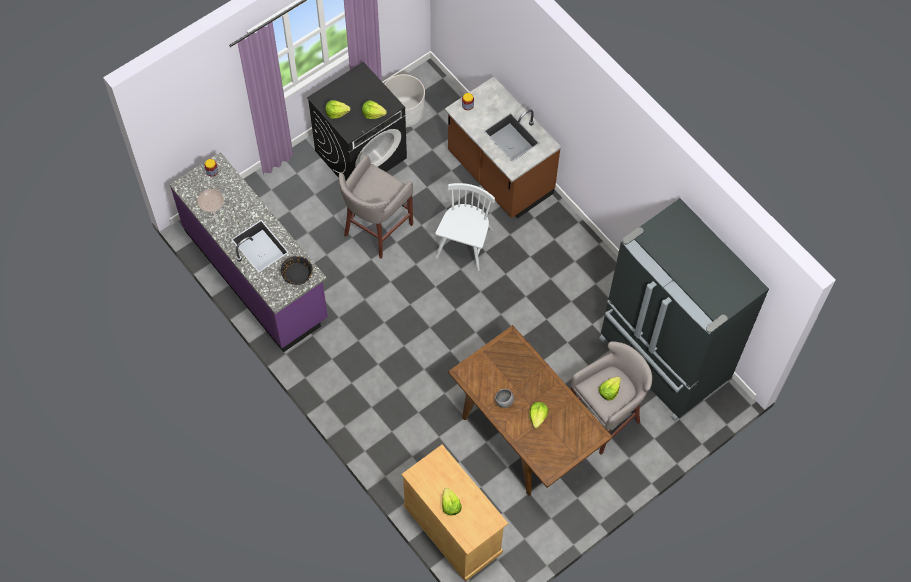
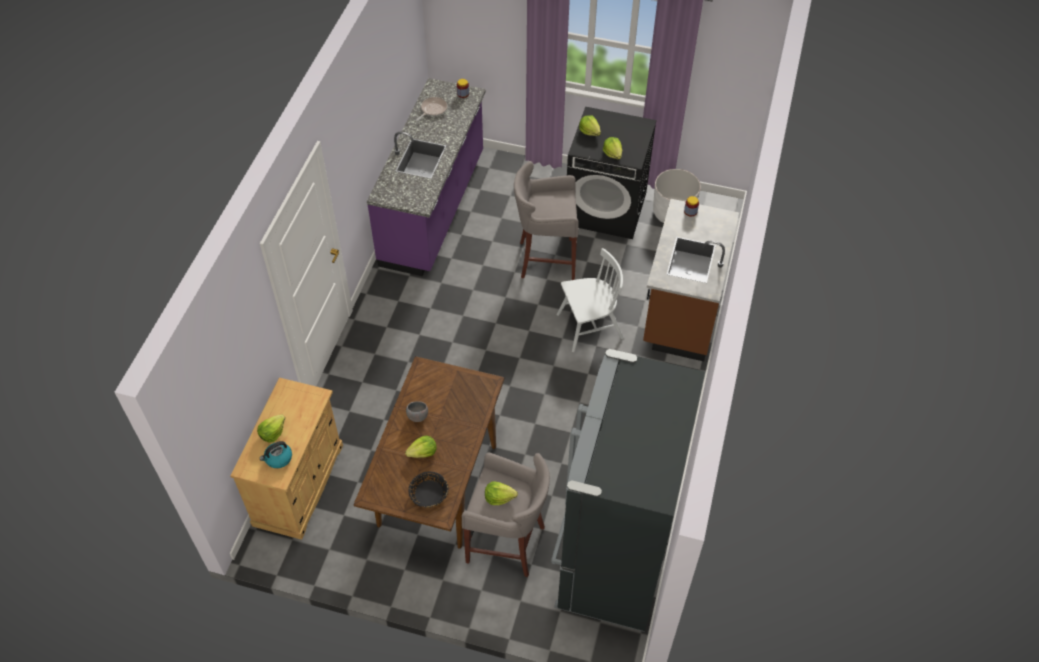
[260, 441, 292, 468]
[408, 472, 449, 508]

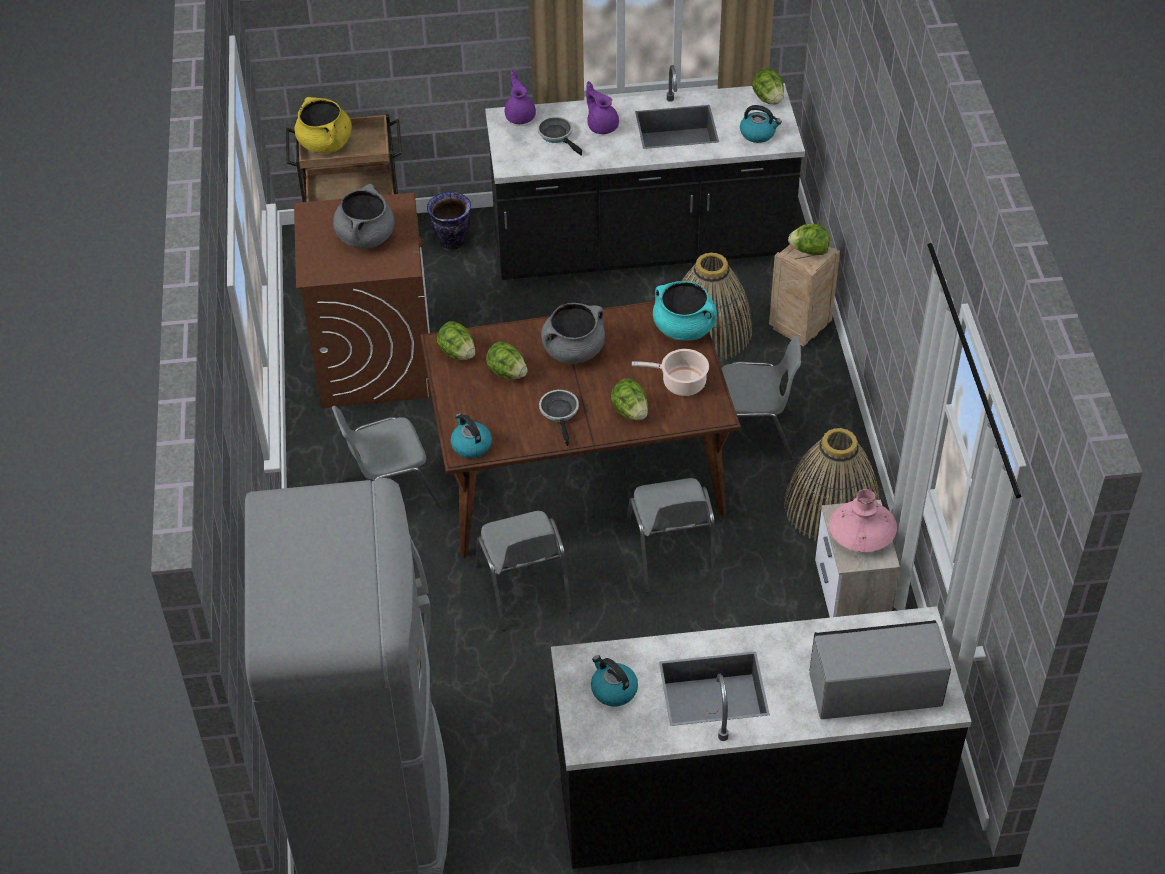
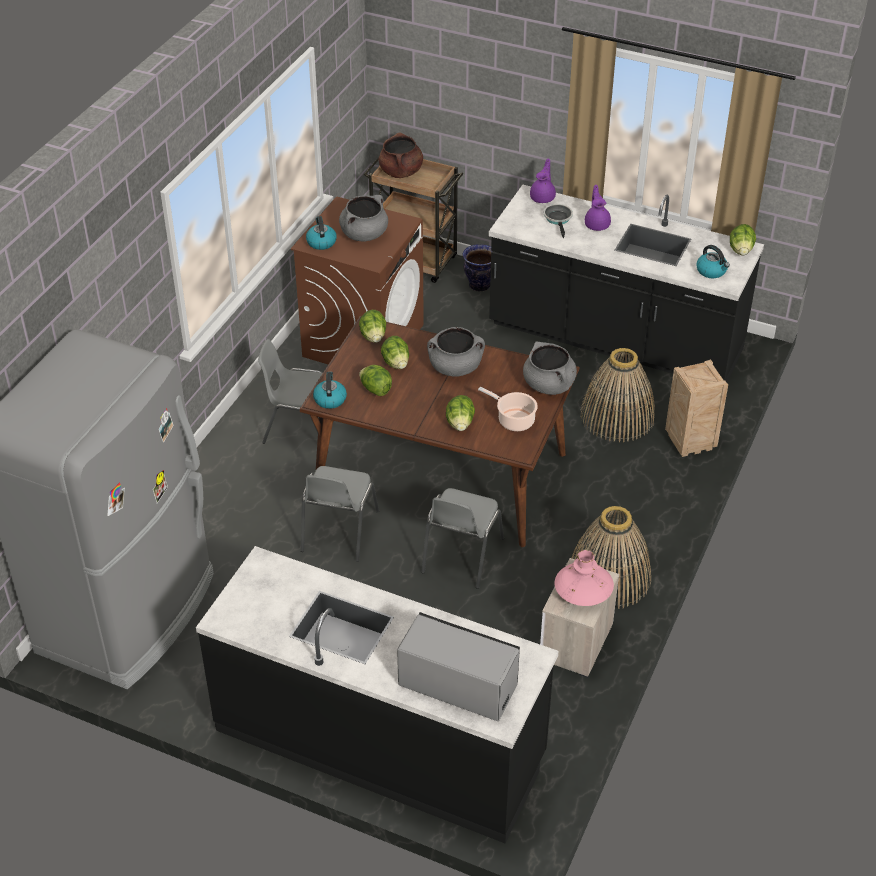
[306, 216, 337, 250]
[359, 365, 392, 396]
[379, 132, 423, 178]
[523, 342, 577, 395]
[539, 390, 579, 446] (first image)
[722, 335, 801, 460] (first image)

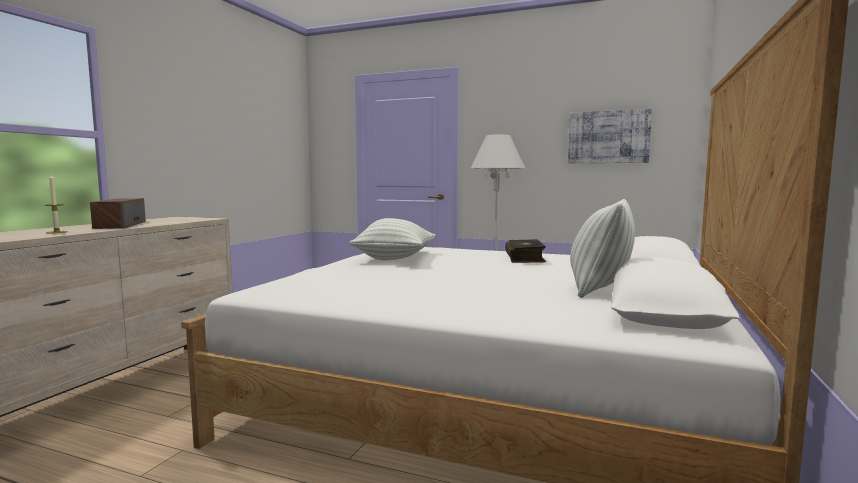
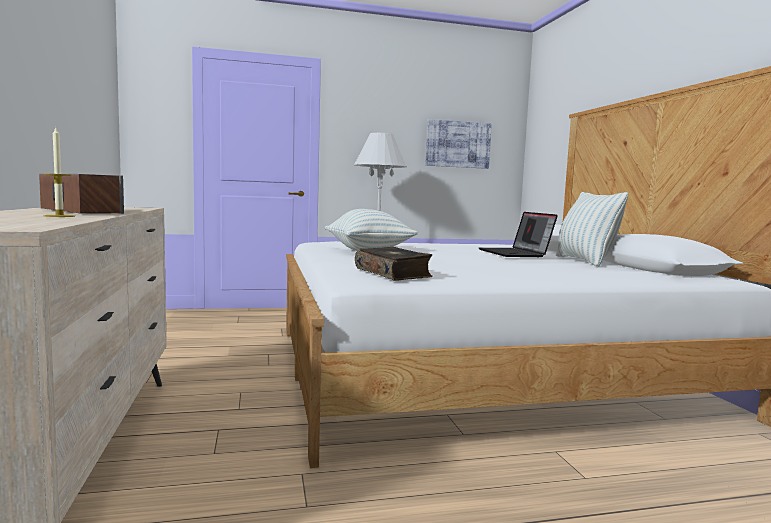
[355, 247, 433, 281]
[479, 212, 558, 257]

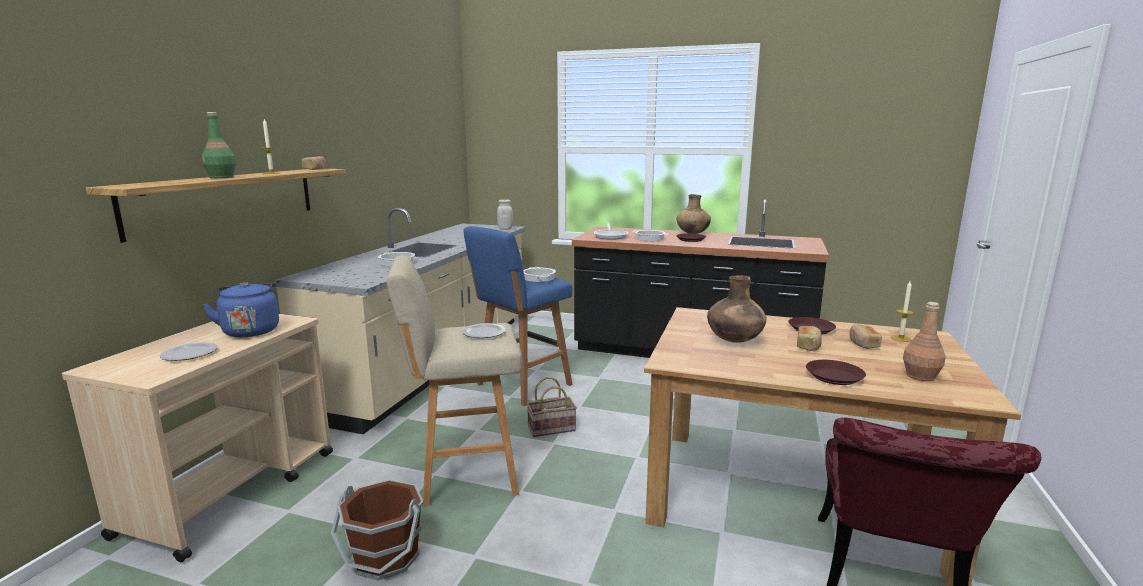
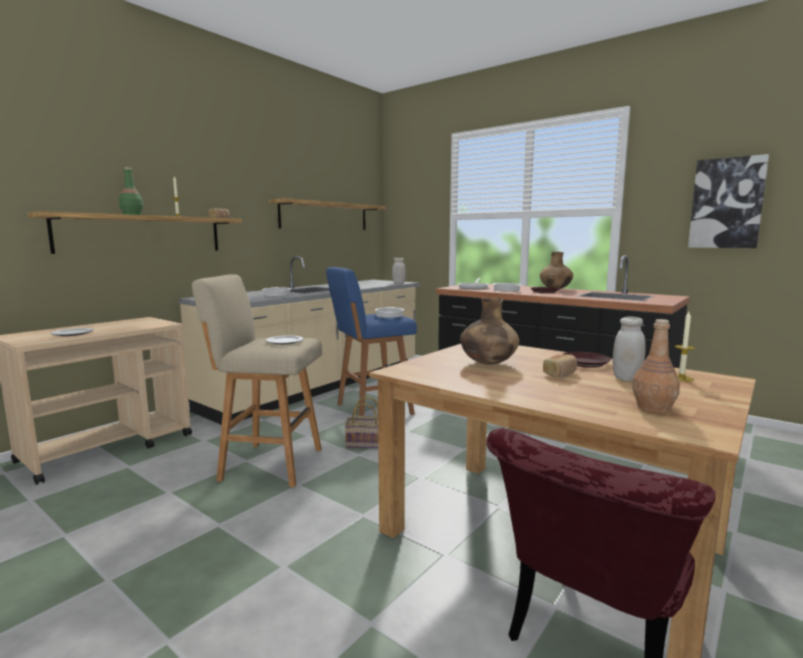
[269, 198, 386, 230]
[613, 317, 646, 381]
[688, 154, 769, 248]
[202, 282, 279, 337] (first image)
[331, 479, 423, 581] (first image)
[806, 360, 866, 385] (first image)

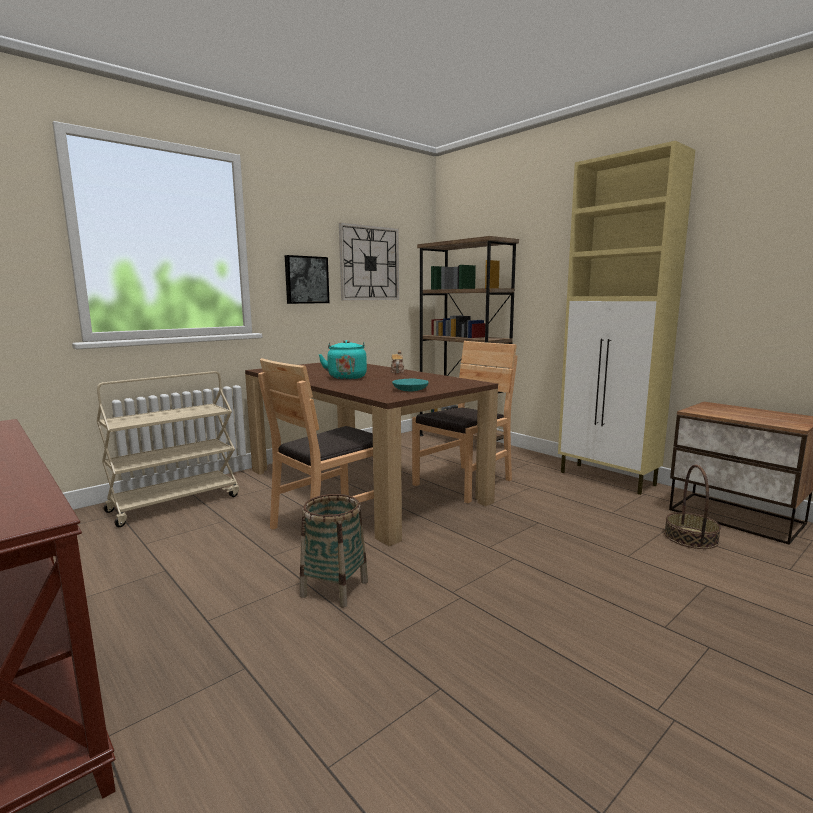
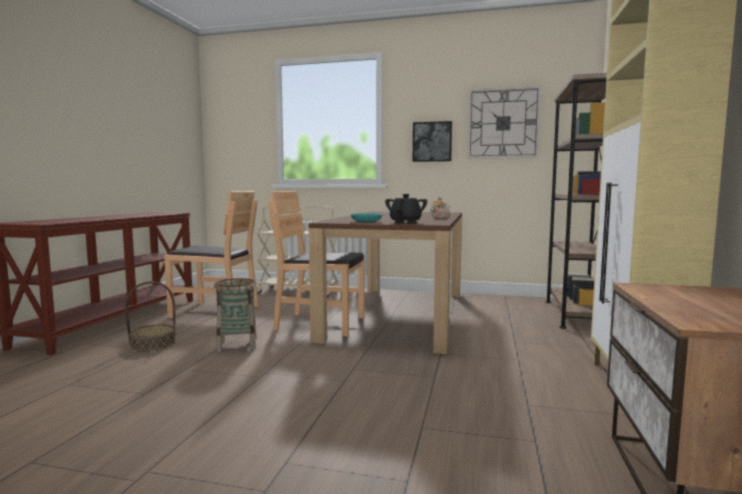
[125, 281, 175, 351]
[164, 191, 259, 318]
[385, 194, 427, 224]
[318, 340, 367, 380] (first image)

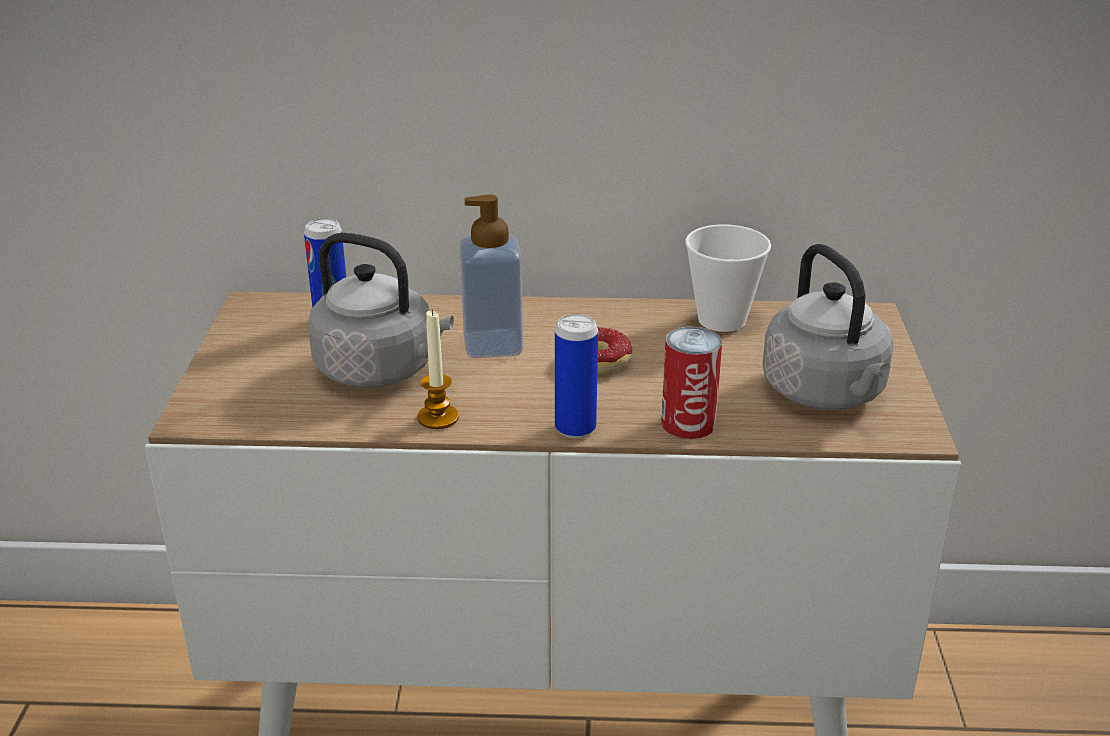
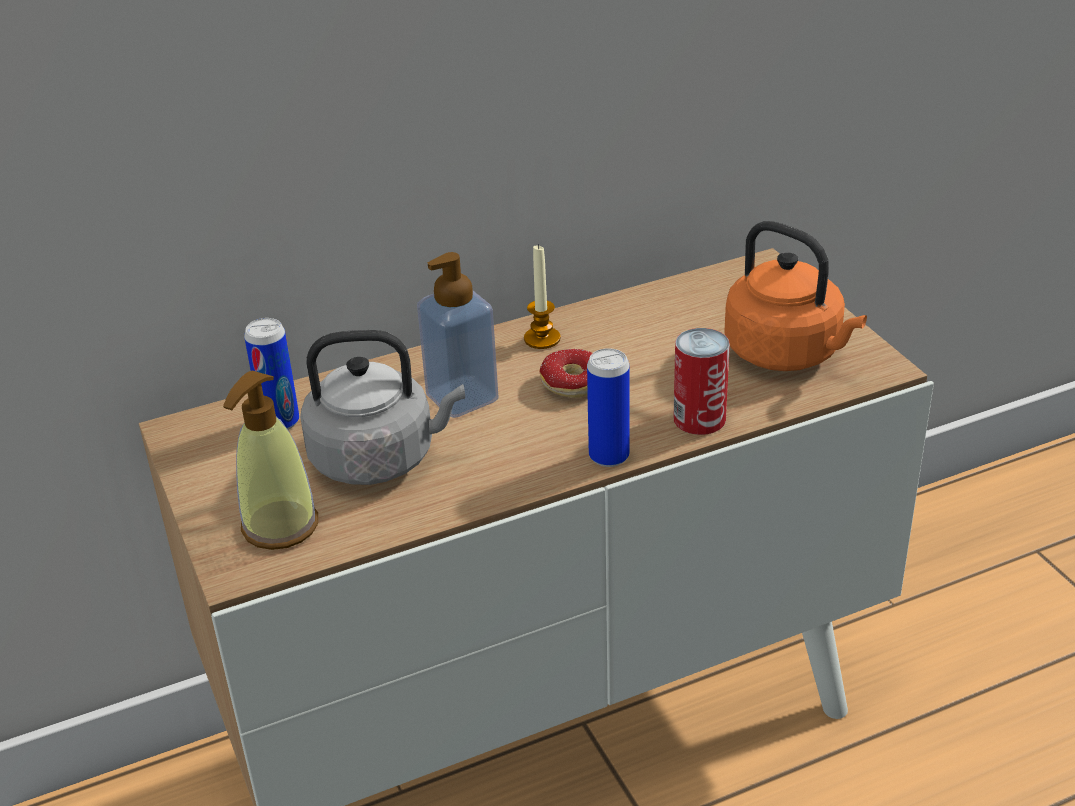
[223, 371, 318, 550]
[524, 244, 561, 349]
[724, 221, 867, 371]
[685, 225, 771, 332] (first image)

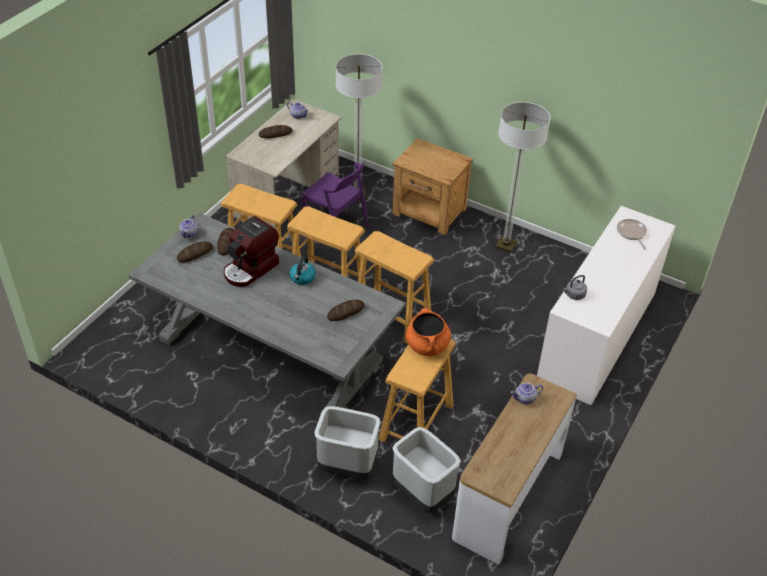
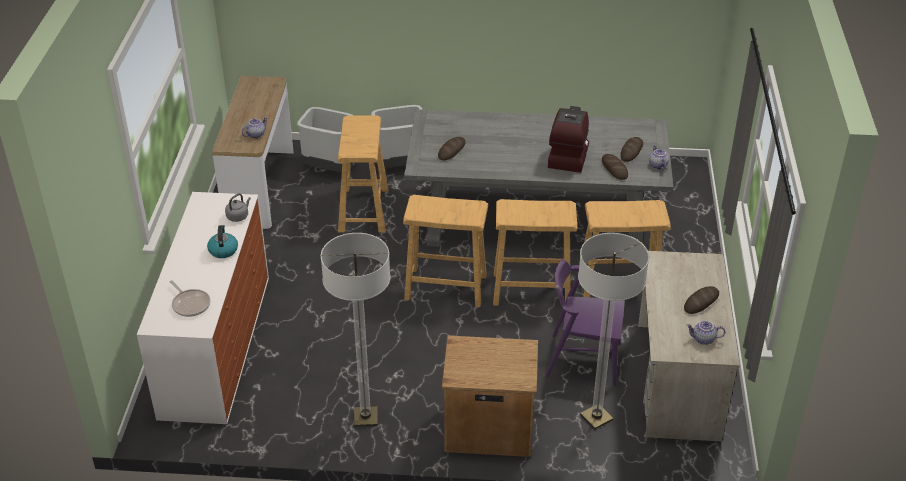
[207, 225, 238, 258]
[406, 308, 451, 356] (first image)

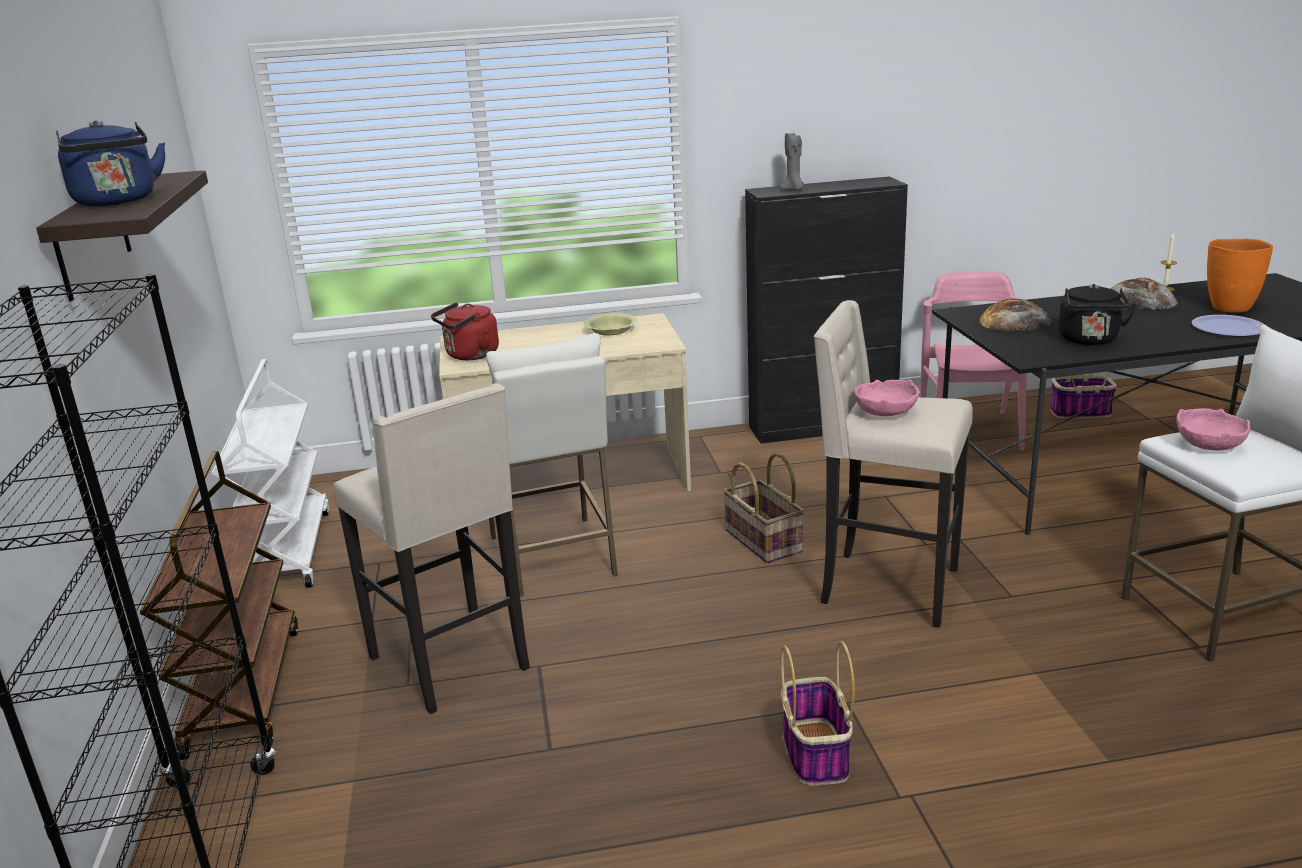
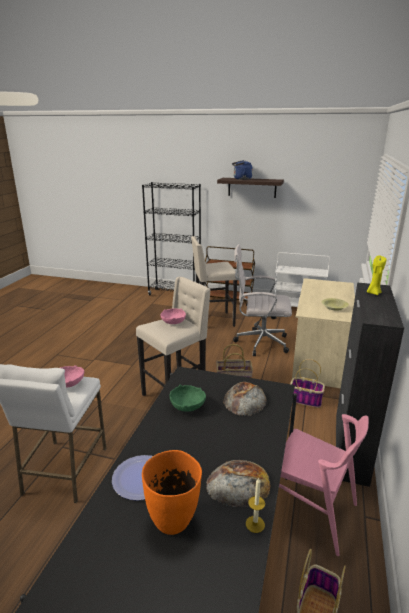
[170, 385, 206, 412]
[233, 244, 292, 356]
[290, 359, 325, 408]
[367, 255, 386, 295]
[431, 302, 499, 360] (first image)

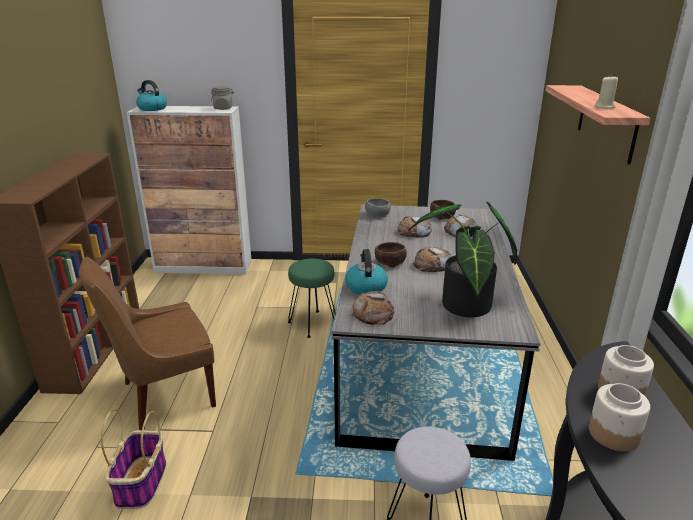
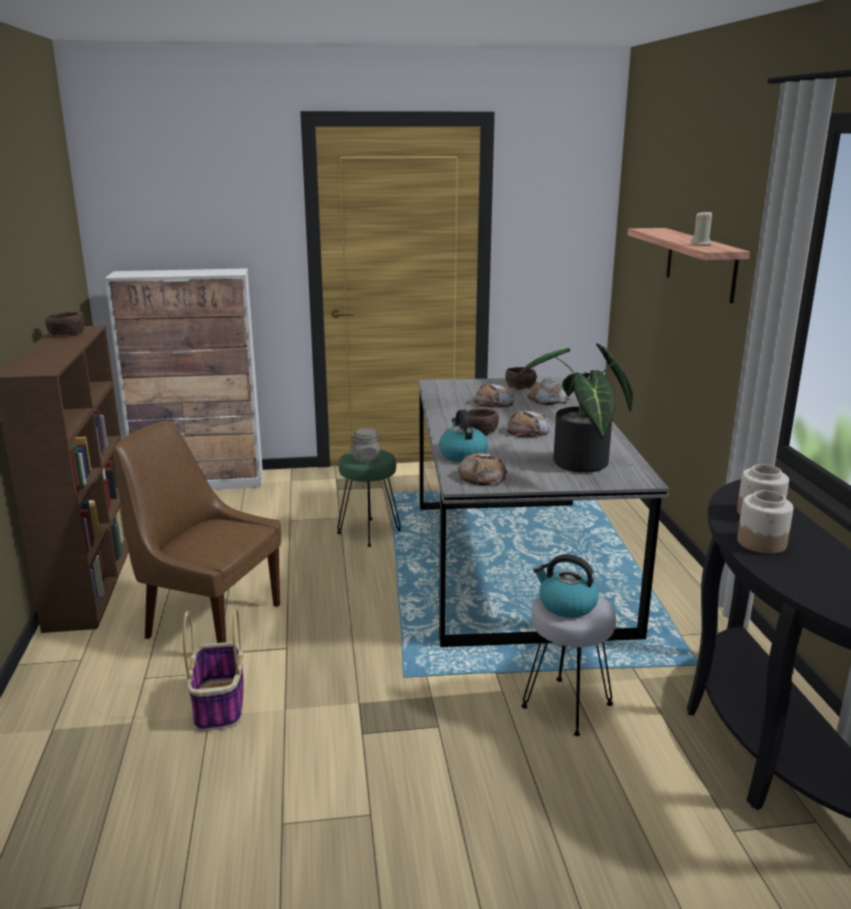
[45, 312, 85, 336]
[114, 420, 281, 643]
[350, 428, 383, 462]
[533, 554, 599, 618]
[365, 198, 391, 218] (first image)

